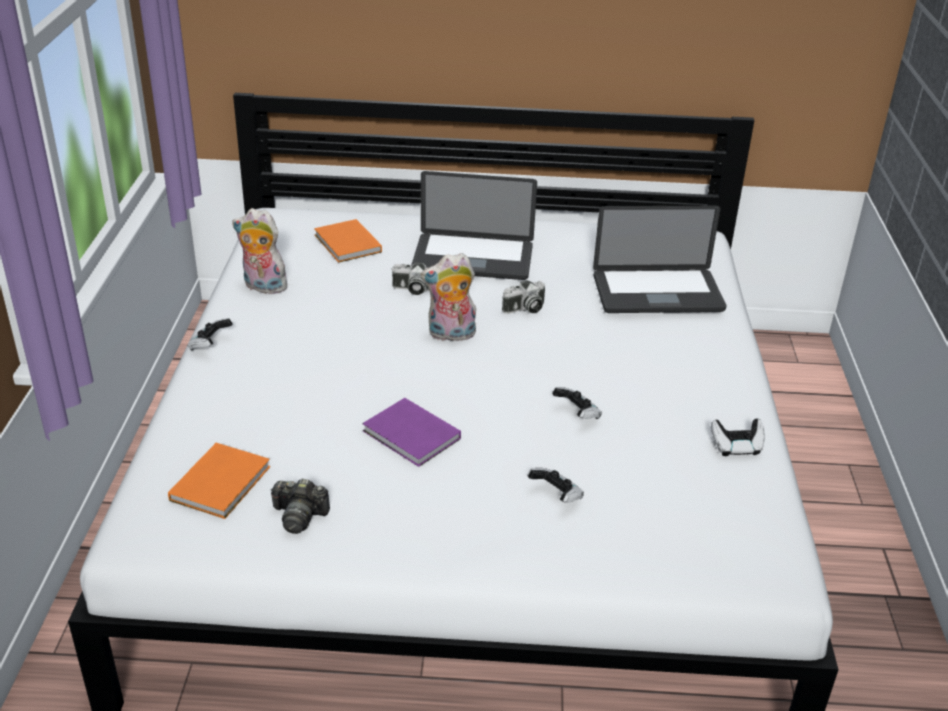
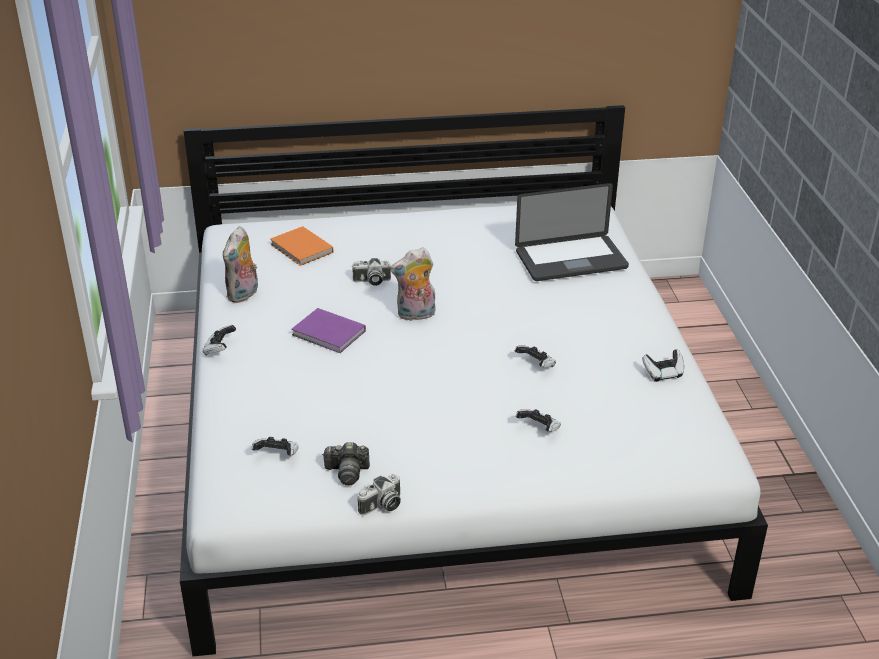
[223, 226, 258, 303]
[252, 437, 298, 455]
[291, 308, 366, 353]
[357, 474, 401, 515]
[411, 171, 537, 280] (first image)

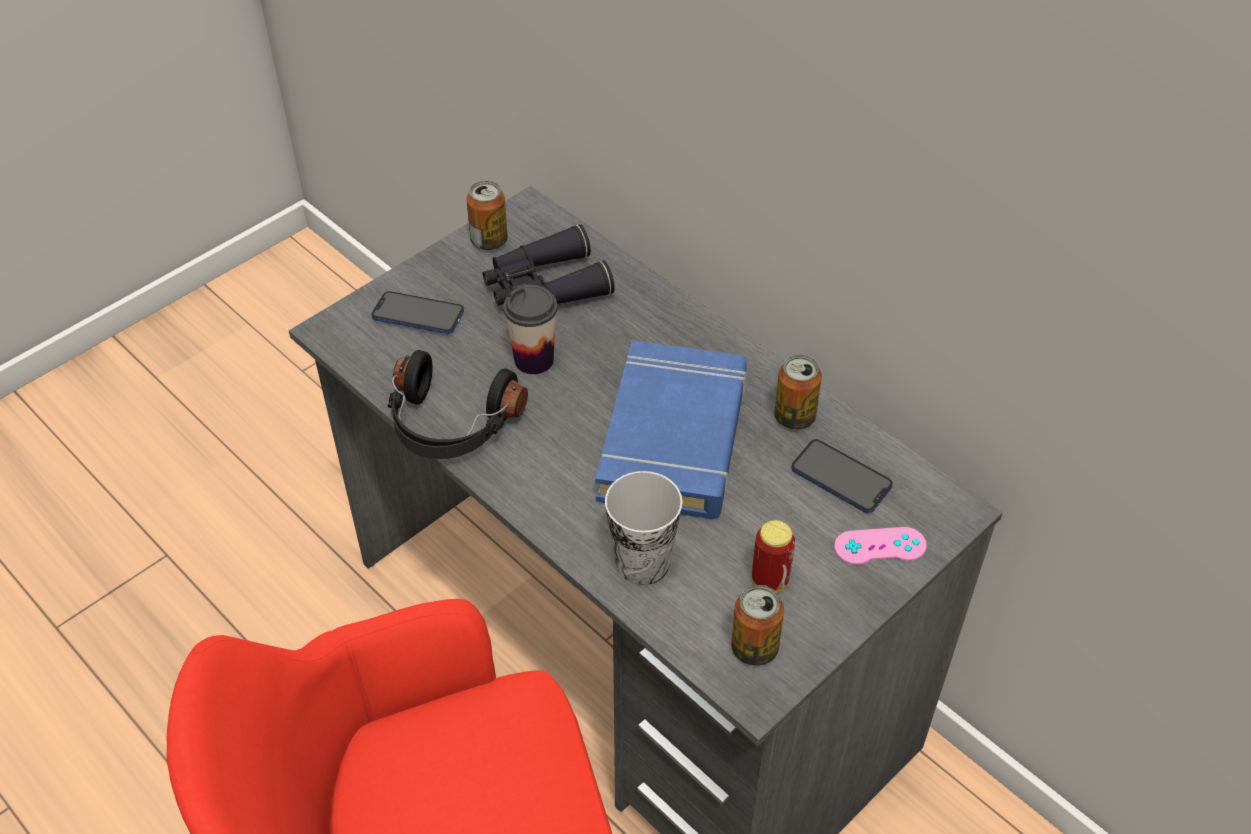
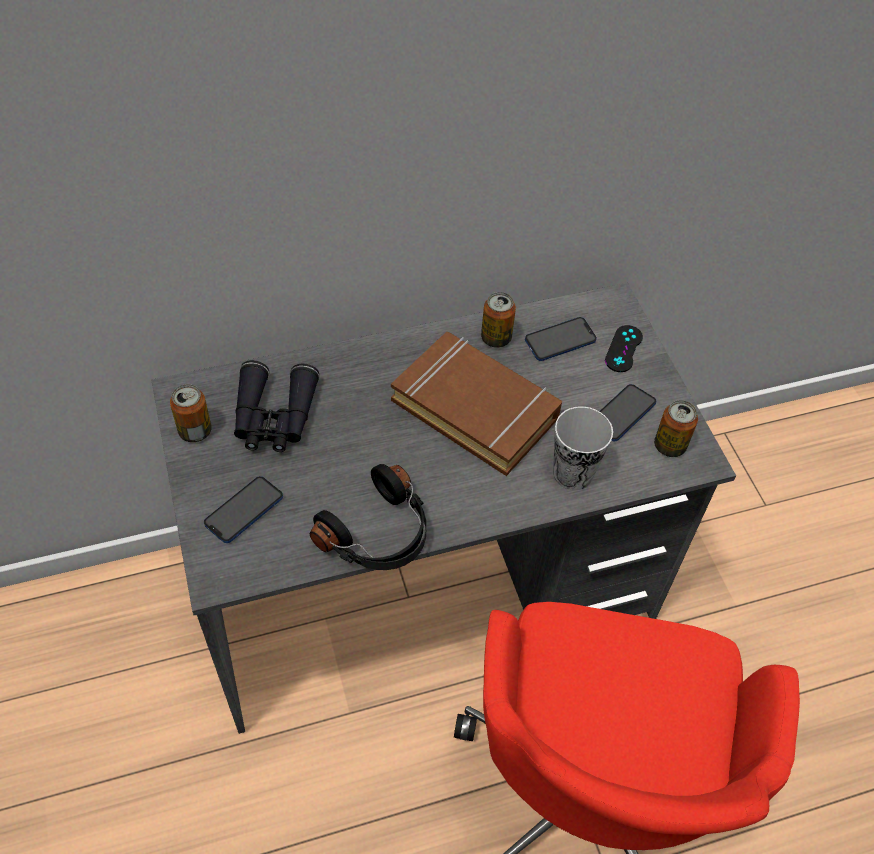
[391, 332, 562, 476]
[600, 384, 656, 441]
[605, 325, 643, 372]
[503, 285, 558, 374] (first image)

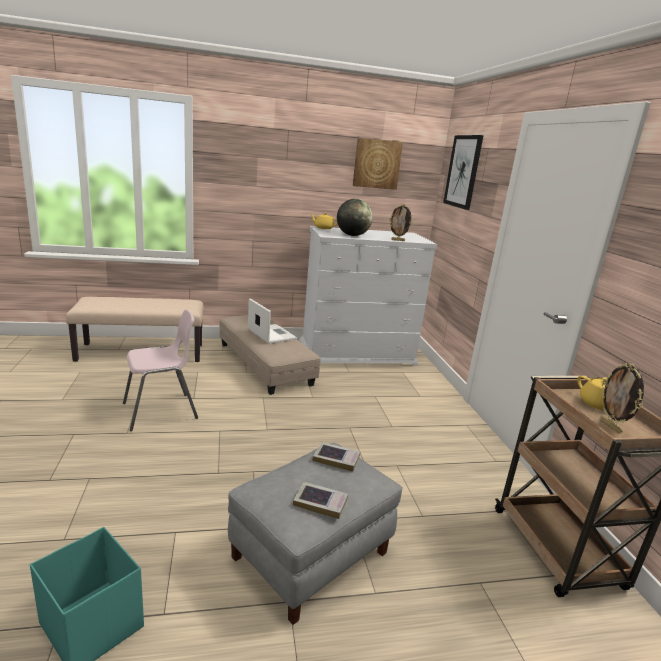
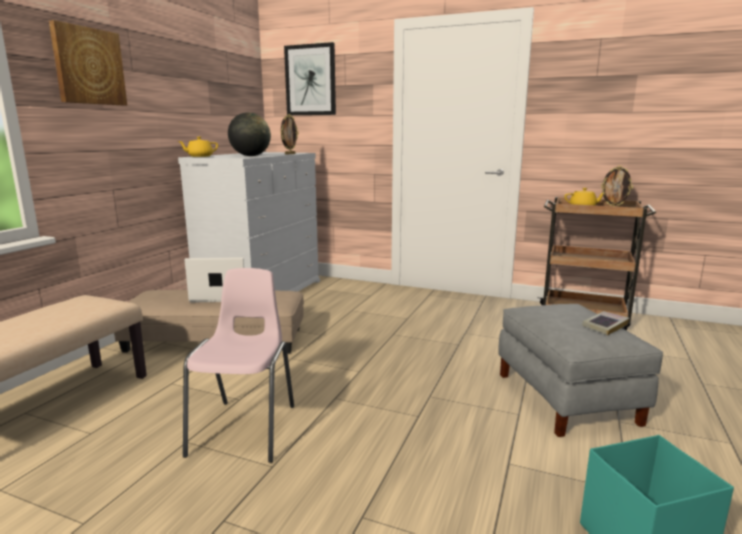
[49, 20, 127, 105]
[313, 442, 360, 472] (first image)

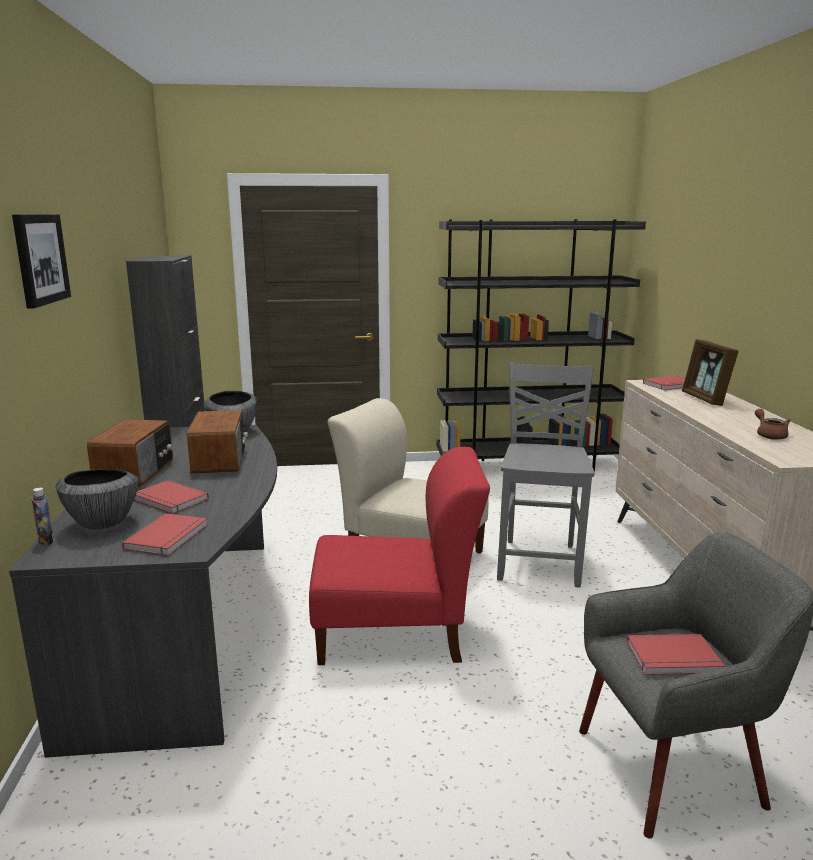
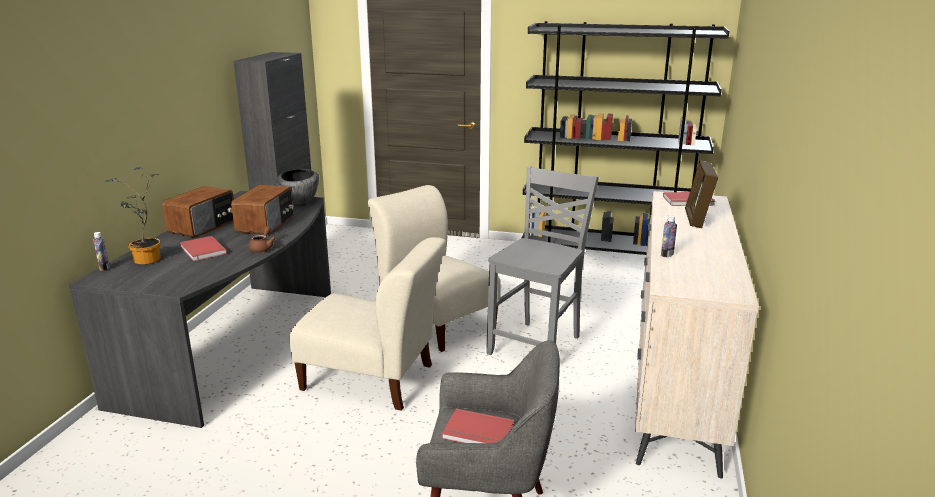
[105, 167, 161, 265]
[248, 226, 275, 252]
[290, 237, 446, 411]
[661, 215, 677, 257]
[12, 214, 71, 309] (first image)
[122, 513, 208, 556] (first image)

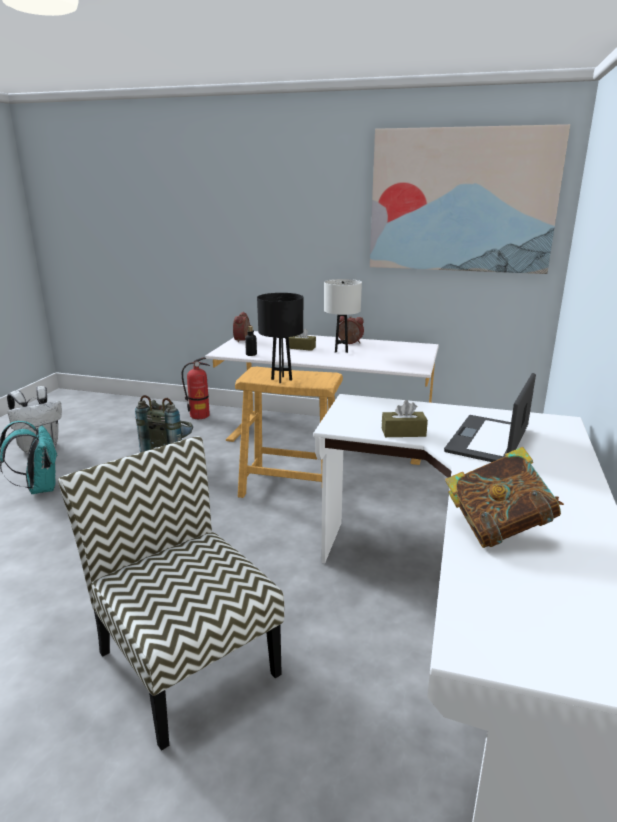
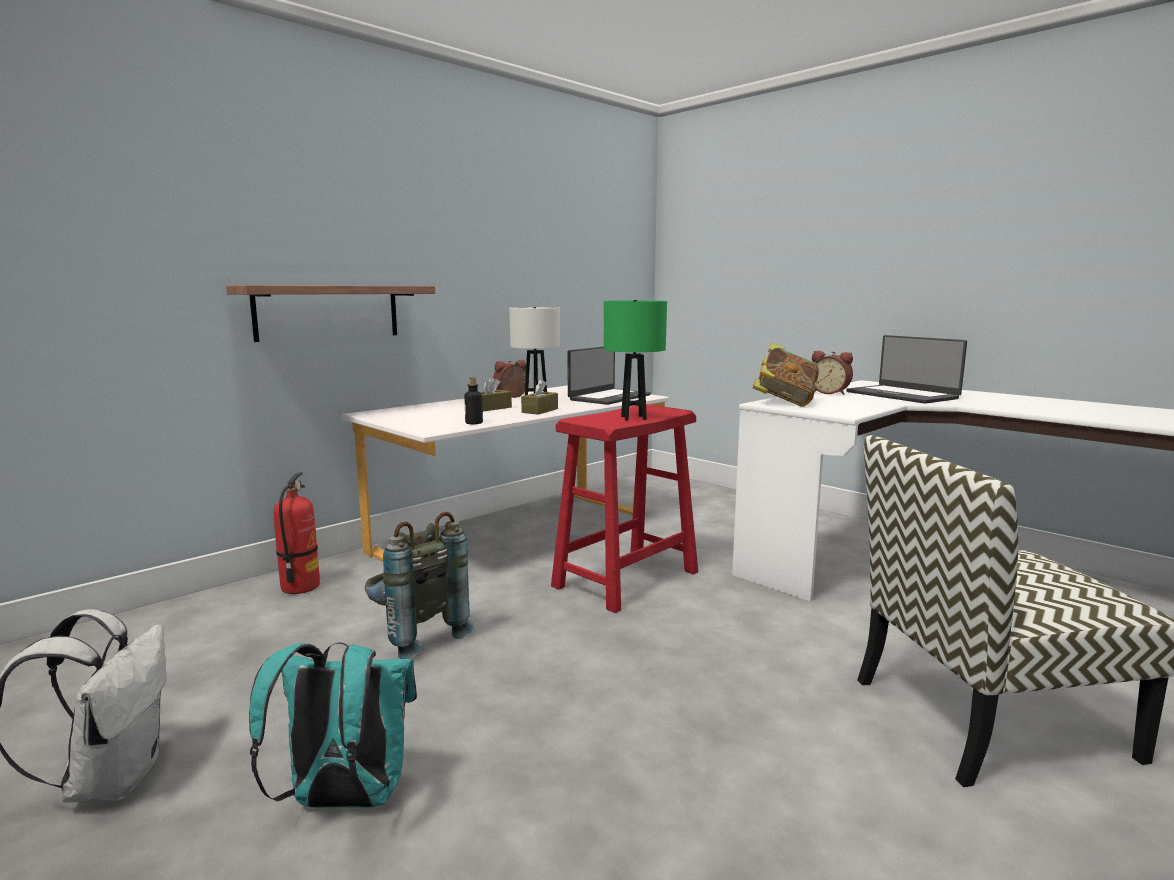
[226, 285, 435, 342]
[521, 379, 558, 415]
[551, 404, 698, 613]
[567, 347, 651, 405]
[604, 300, 667, 421]
[753, 343, 819, 407]
[812, 351, 853, 395]
[370, 124, 570, 274] (first image)

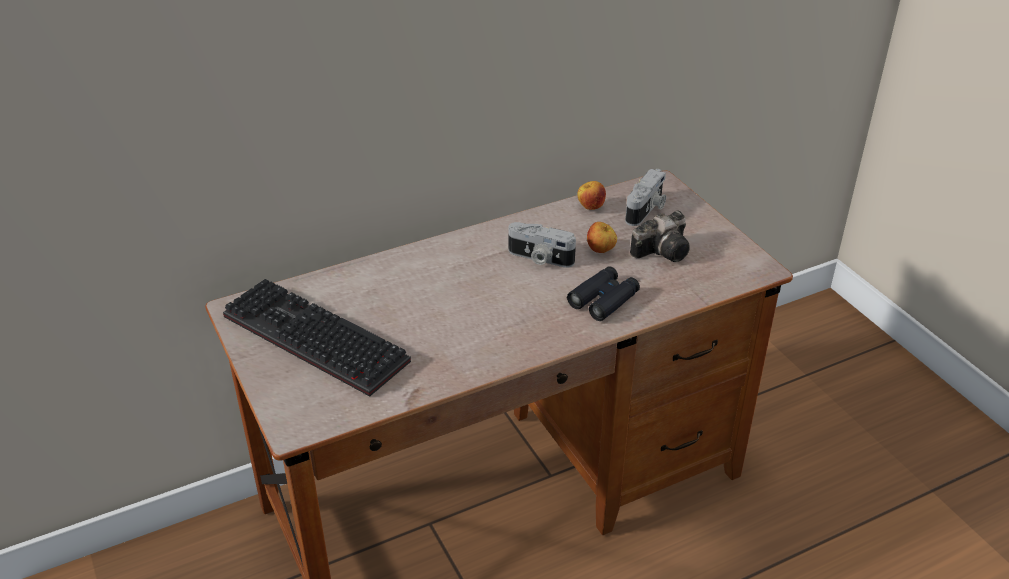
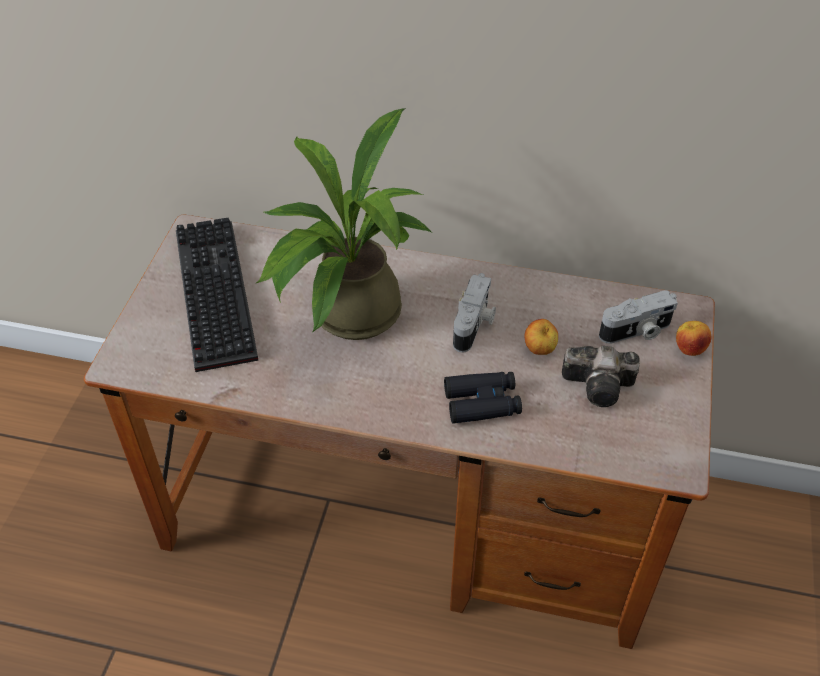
[256, 108, 432, 340]
[453, 273, 496, 352]
[676, 321, 711, 356]

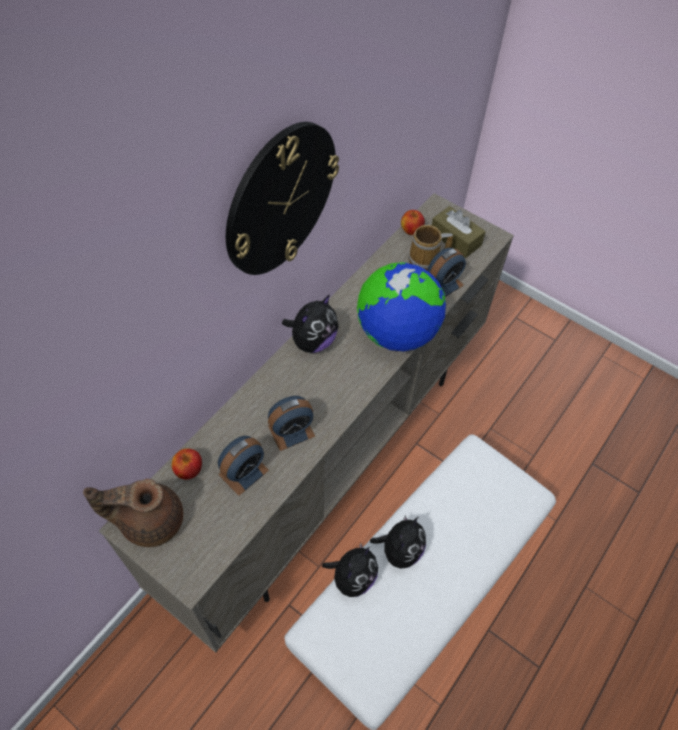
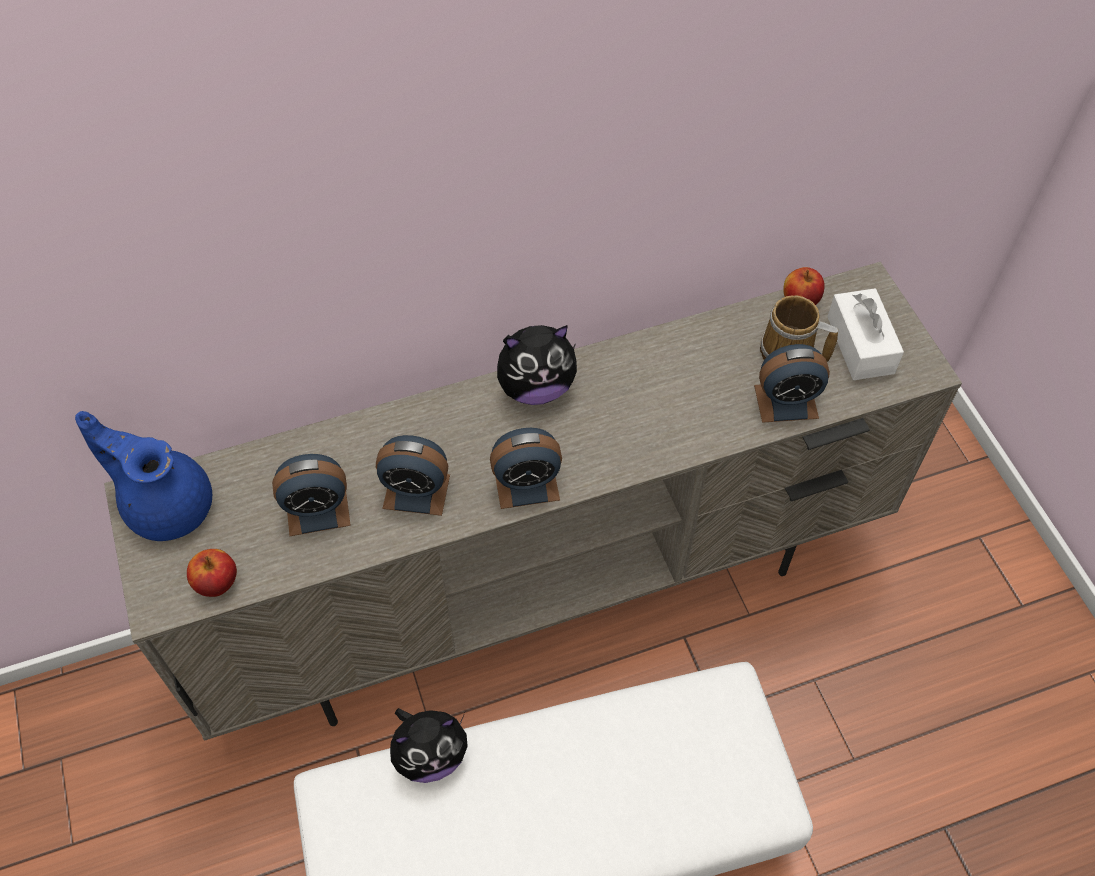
[75, 411, 212, 541]
[187, 549, 237, 597]
[490, 428, 562, 509]
[827, 288, 904, 380]
[226, 122, 339, 275] (first image)
[357, 262, 446, 351] (first image)
[370, 515, 426, 569] (first image)

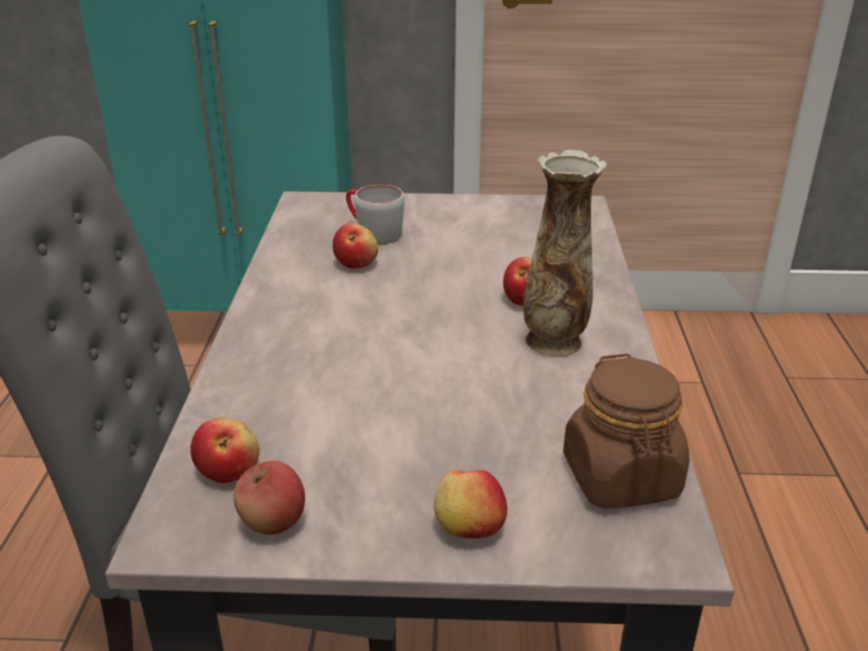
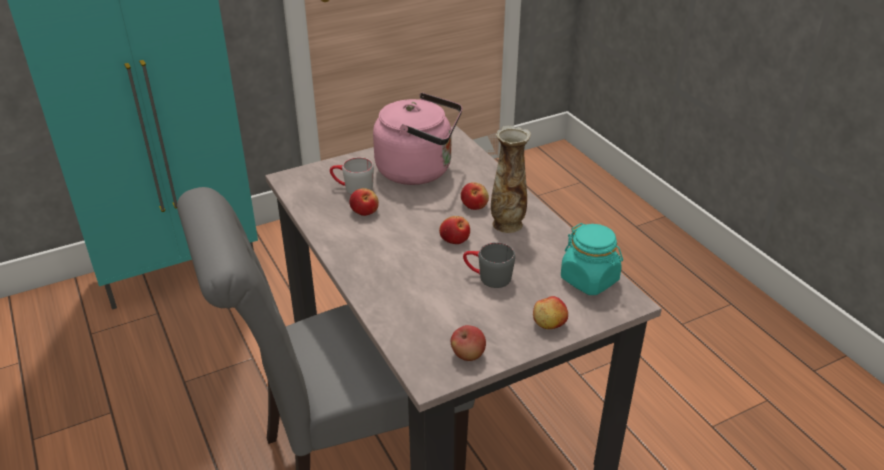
[373, 93, 462, 185]
[439, 216, 470, 244]
[463, 242, 515, 288]
[561, 223, 623, 295]

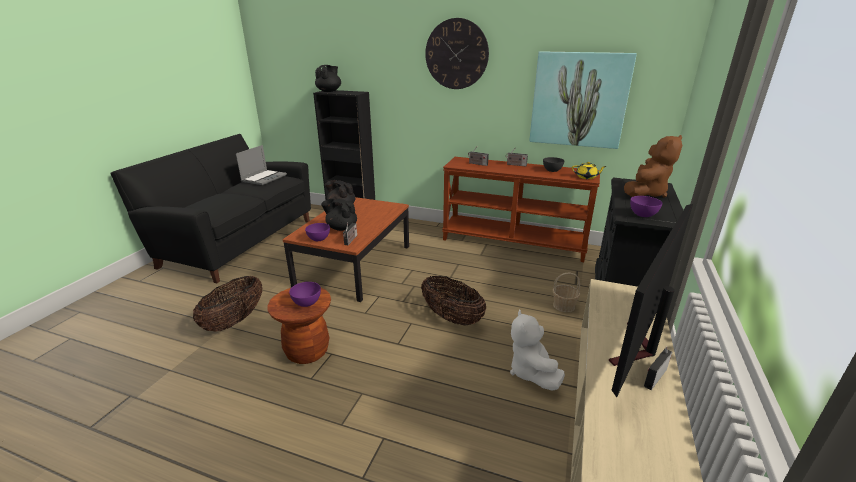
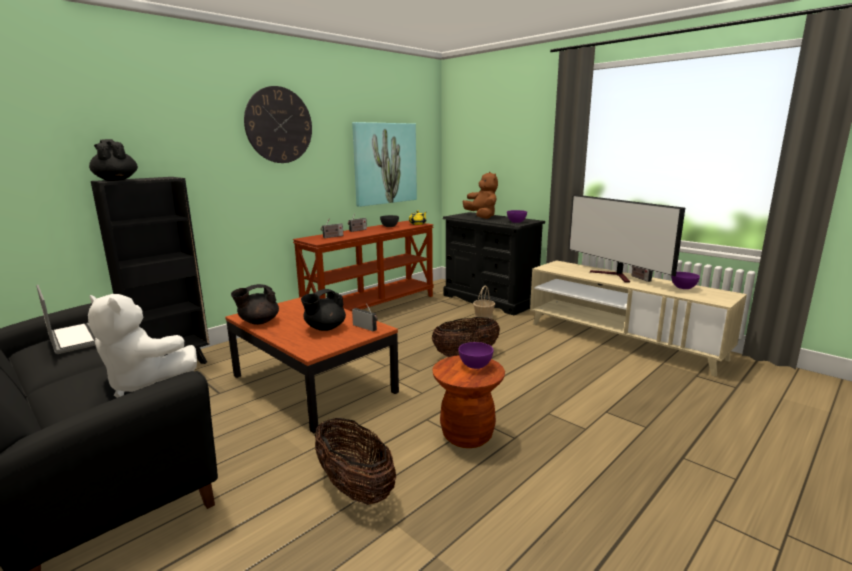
[88, 294, 197, 398]
[671, 272, 700, 289]

